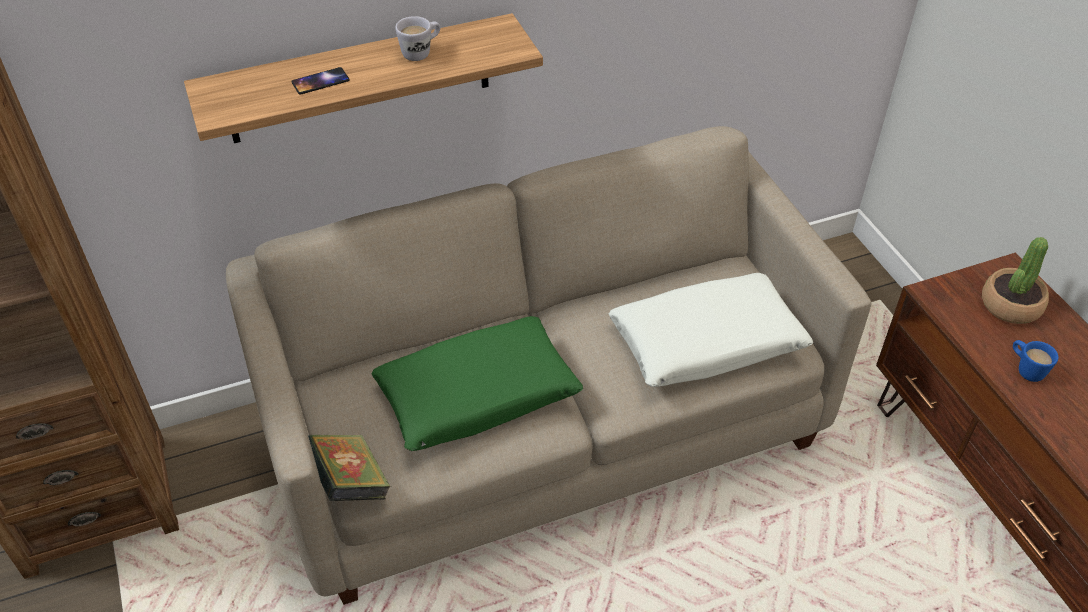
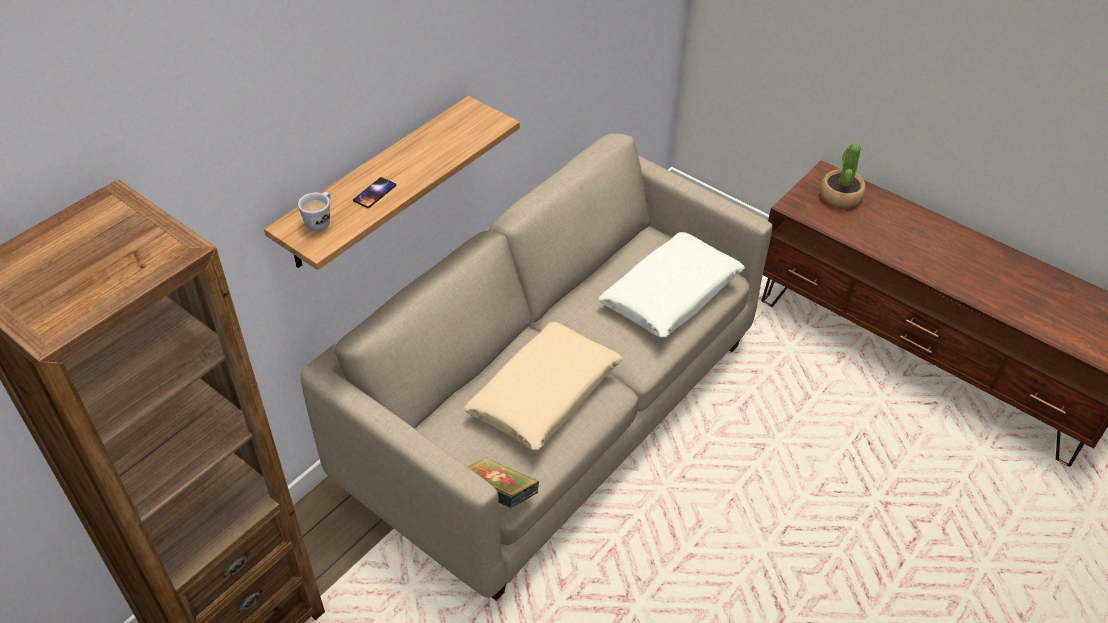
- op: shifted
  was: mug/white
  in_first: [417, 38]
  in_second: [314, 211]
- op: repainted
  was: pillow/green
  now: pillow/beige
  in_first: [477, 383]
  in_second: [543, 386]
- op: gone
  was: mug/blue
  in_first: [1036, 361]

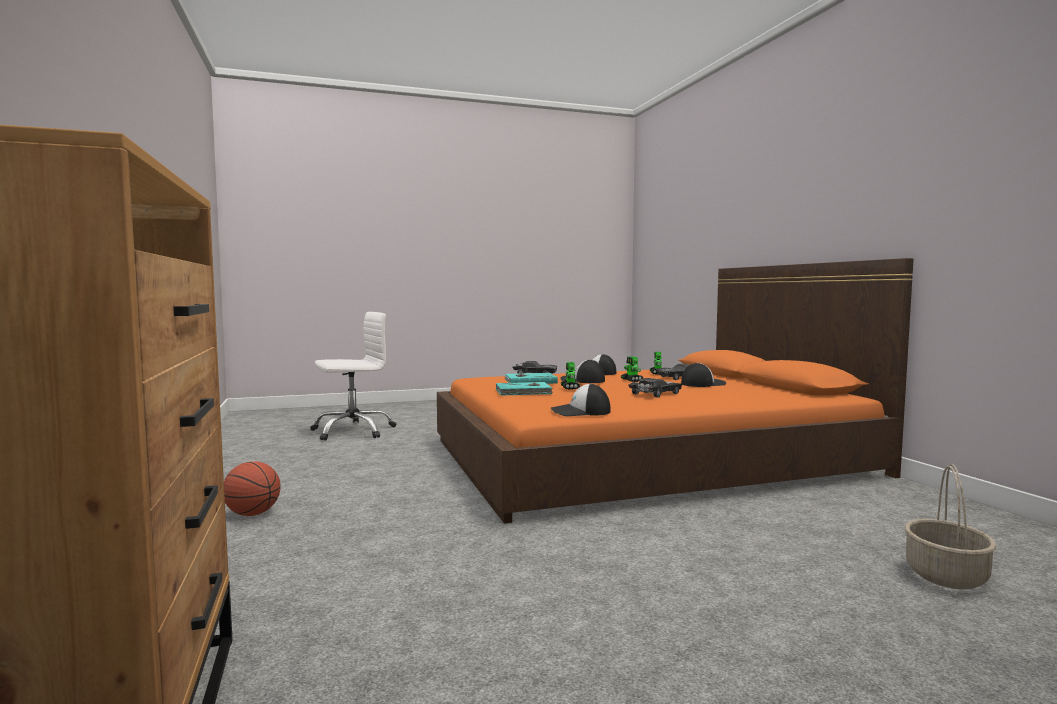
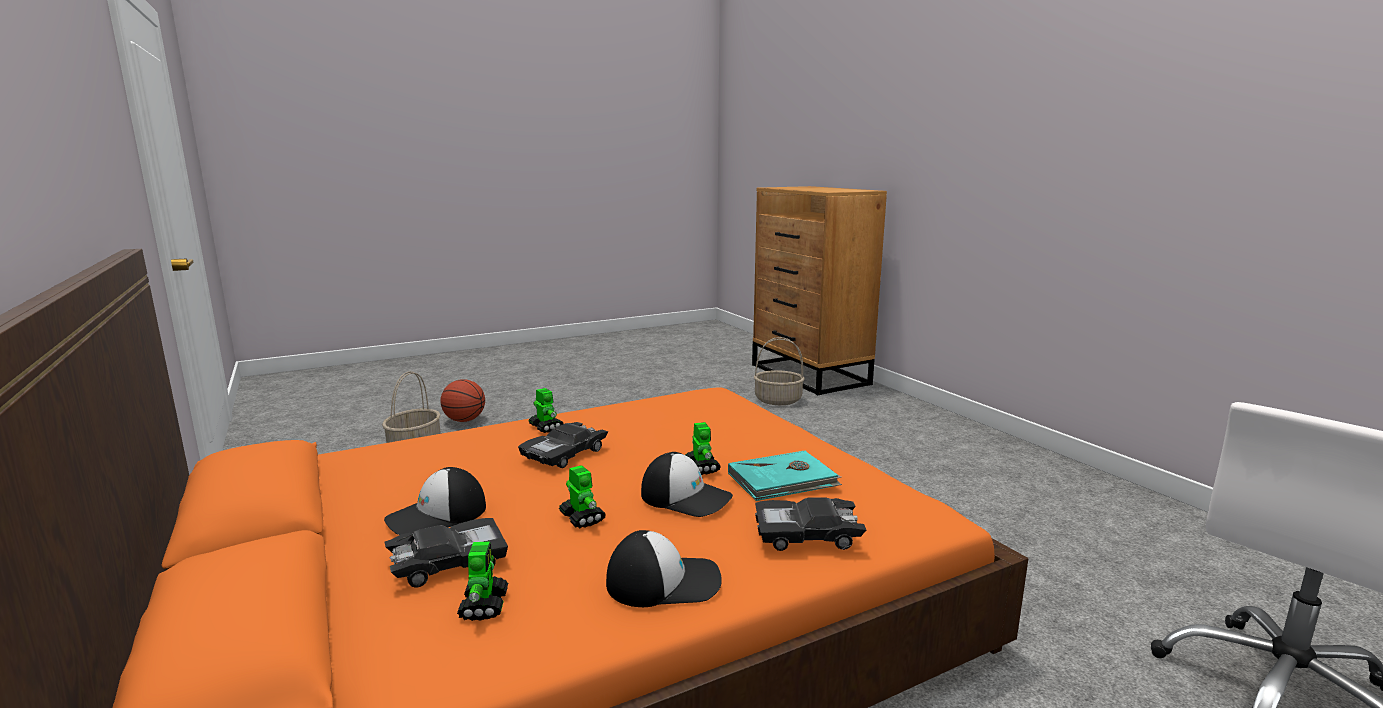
- op: gone
  was: book/turquoise
  in_first: [525, 389]
- op: gone
  was: cap
  in_first: [581, 399]
- op: shifted
  was: basketball
  in_first: [252, 488]
  in_second: [463, 400]
- op: new
  now: basket
  in_second: [779, 371]
- op: new
  now: toy robot
  in_second: [546, 410]

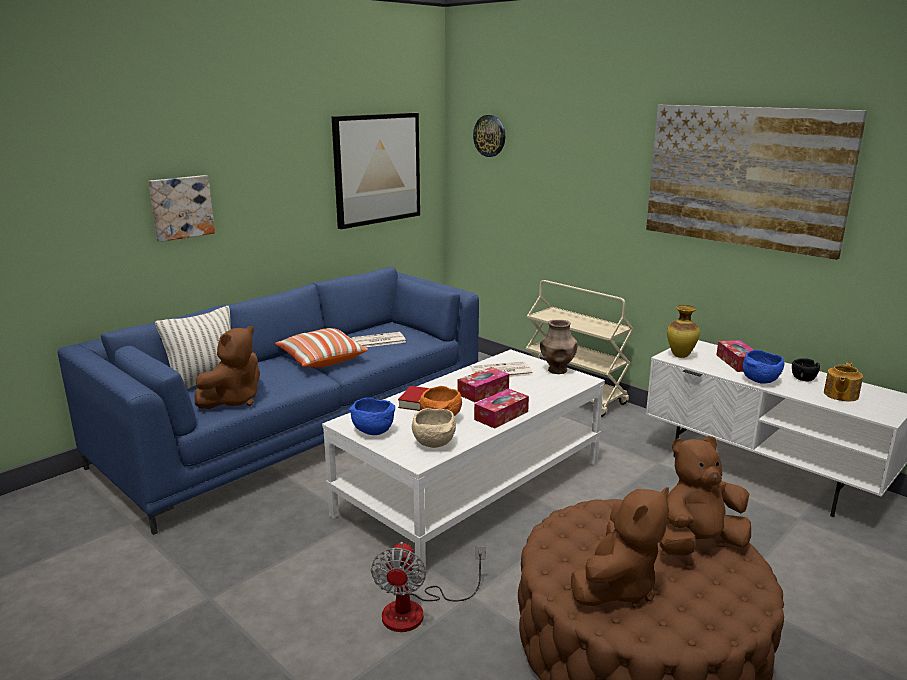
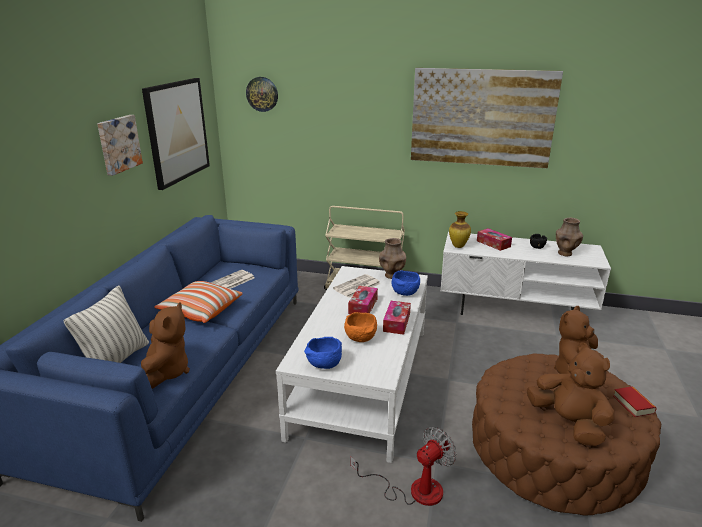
- op: shifted
  was: picture
  in_first: [182, 208]
  in_second: [120, 145]
- op: shifted
  was: bowl/blue
  in_first: [763, 366]
  in_second: [406, 283]
- op: swapped
  was: teapot
  now: vase/brown
  in_first: [843, 381]
  in_second: [569, 237]
- op: shifted
  was: book
  in_first: [413, 398]
  in_second: [635, 401]
- op: gone
  was: bowl/beige
  in_first: [434, 428]
- op: rotated
  was: plush toy/brown
  in_first: [620, 546]
  in_second: [570, 394]
  clockwise: -45
- op: rotated
  was: fan
  in_first: [428, 587]
  in_second: [403, 466]
  clockwise: -105

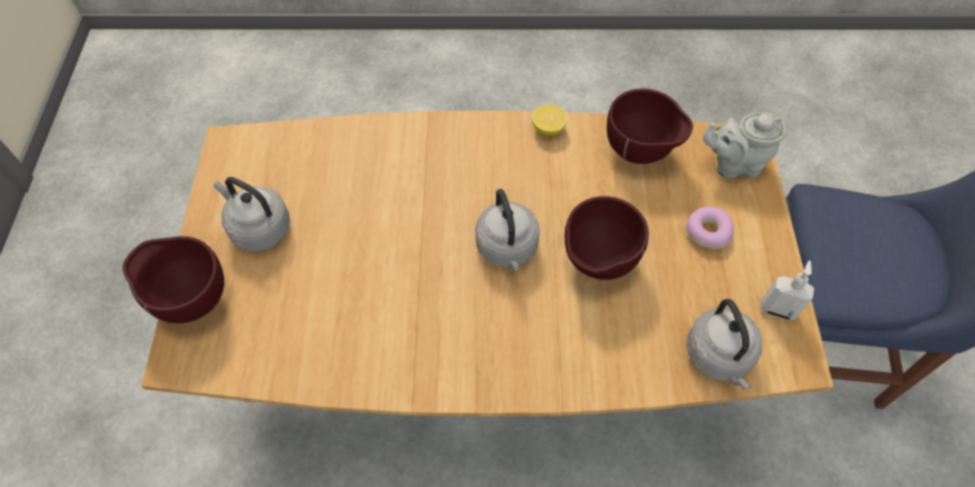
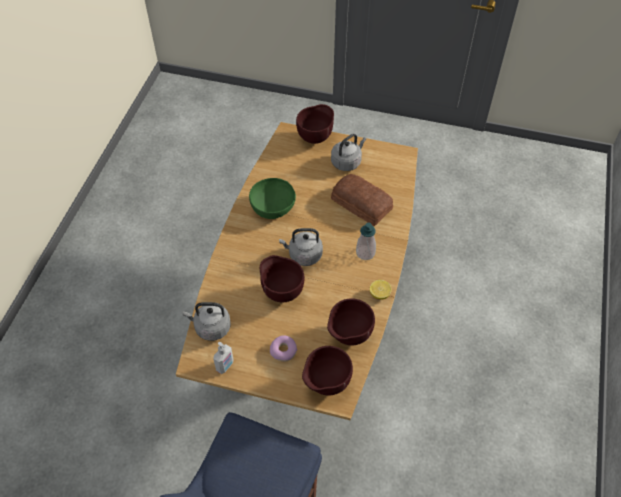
- op: swapped
  was: teapot/grey
  now: bowl/brown
  in_first: [744, 145]
  in_second: [327, 370]
- op: new
  now: bread
  in_second: [362, 200]
- op: new
  now: bowl/green
  in_second: [272, 198]
- op: new
  now: soap dispenser
  in_second: [366, 241]

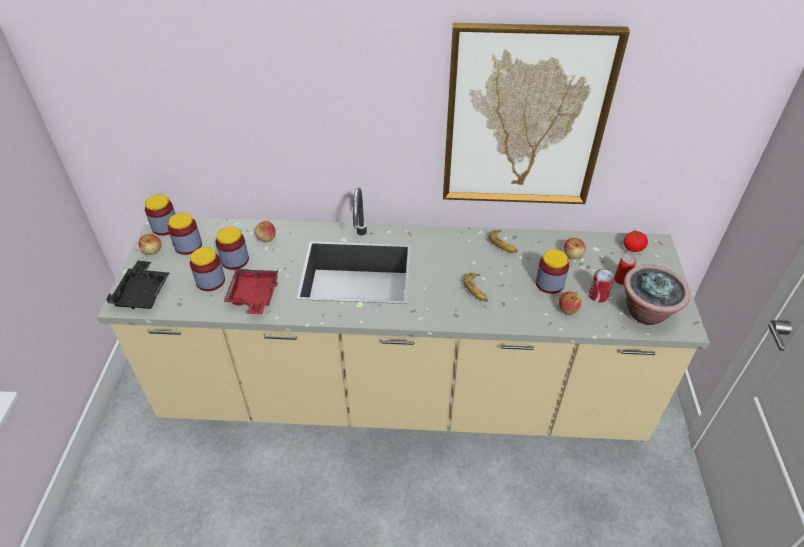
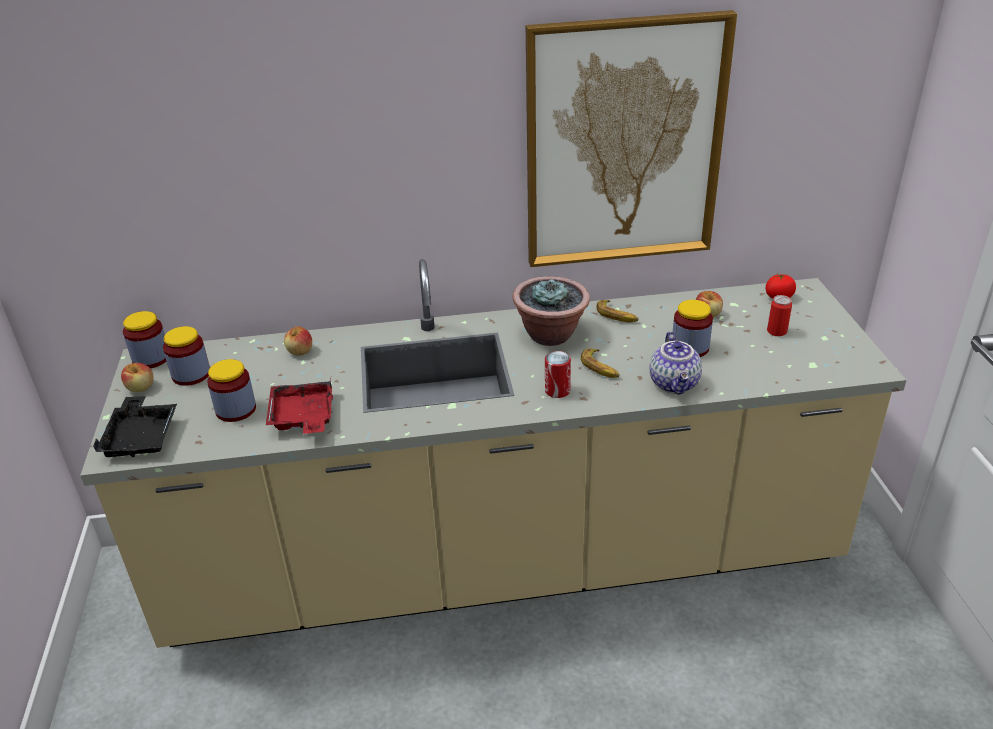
- op: gone
  was: jar
  in_first: [232, 248]
- op: shifted
  was: potted plant
  in_first: [657, 295]
  in_second: [551, 311]
- op: shifted
  was: can
  in_first: [601, 286]
  in_second: [558, 374]
- op: gone
  was: apple
  in_first: [570, 302]
- op: new
  now: teapot
  in_second: [676, 363]

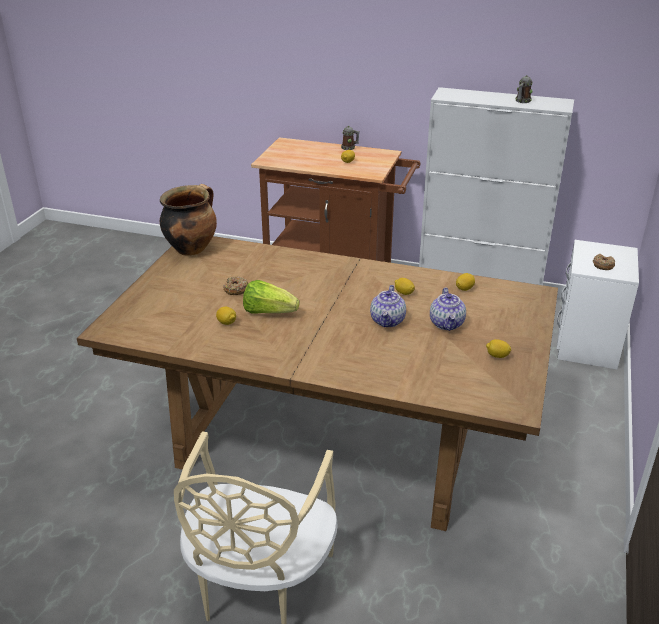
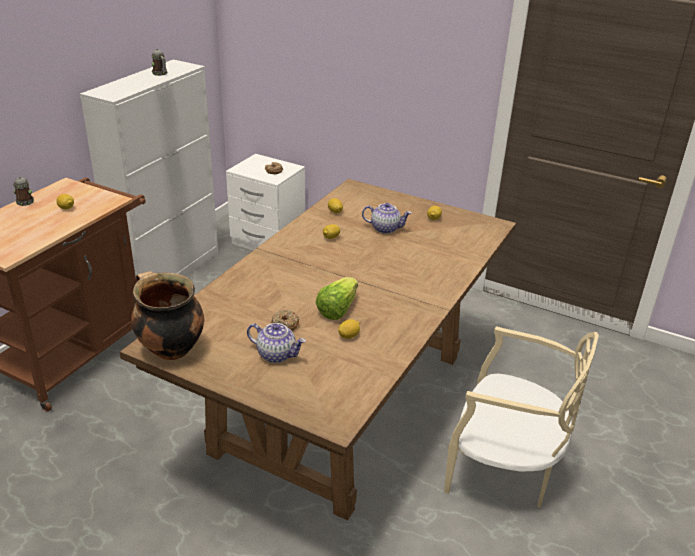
- op: shifted
  was: teapot
  in_first: [388, 306]
  in_second: [276, 343]

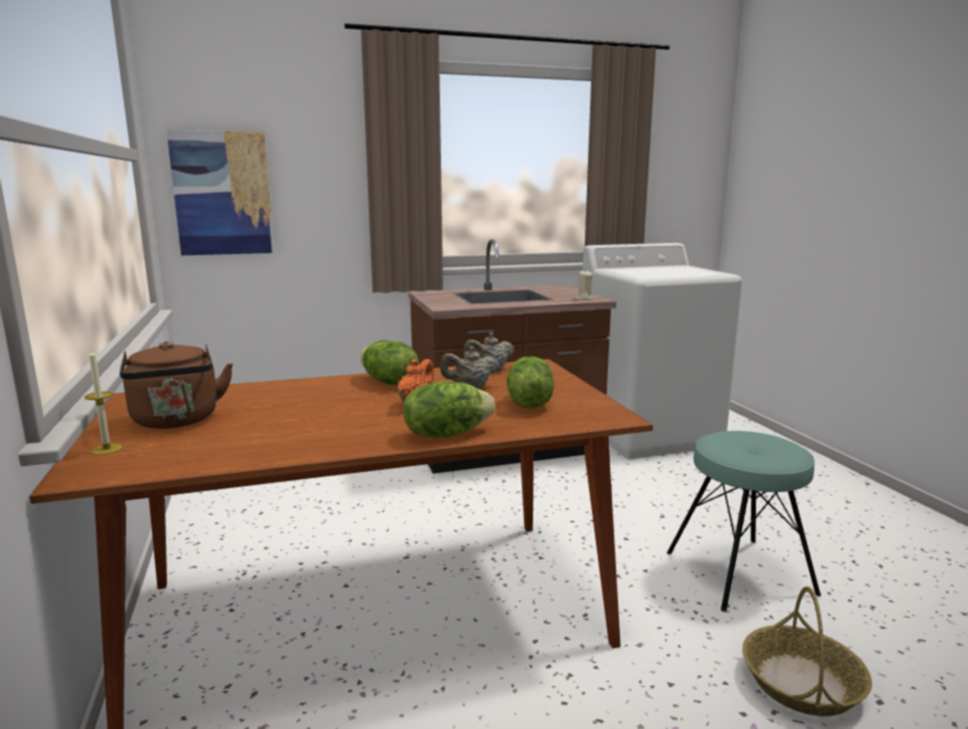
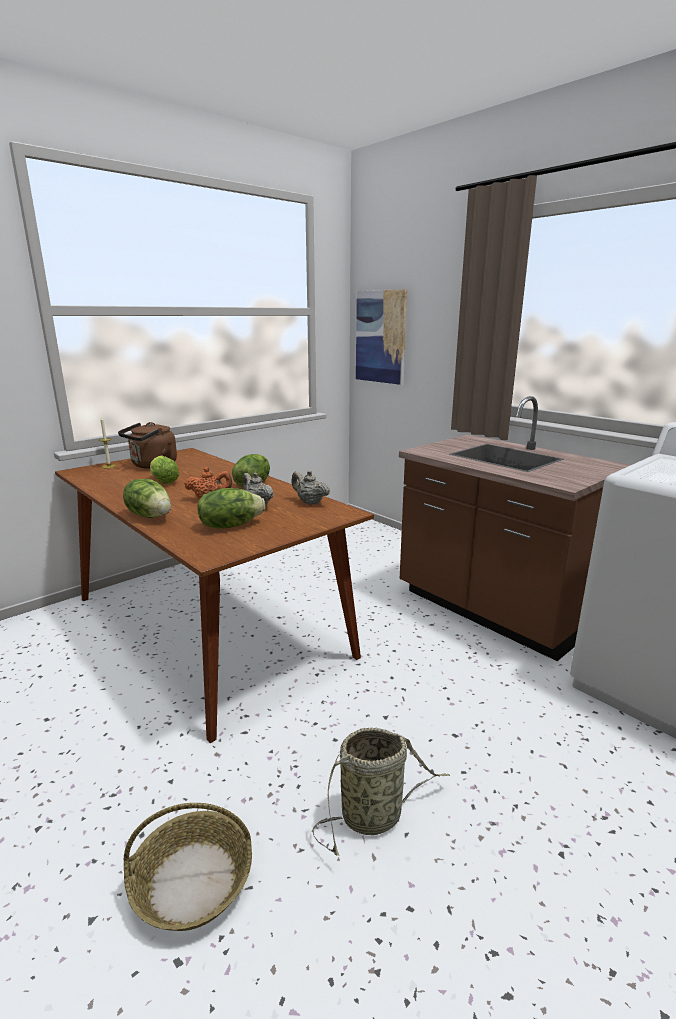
- op: gone
  was: candle/beige
  in_first: [584, 285]
- op: swapped
  was: stool/turquoise
  now: basket
  in_first: [744, 521]
  in_second: [381, 792]
- op: new
  now: lettuce
  in_second: [164, 469]

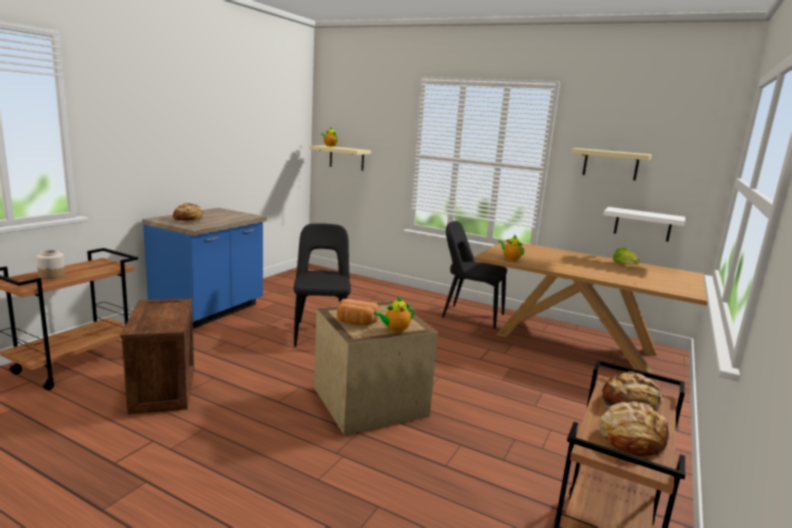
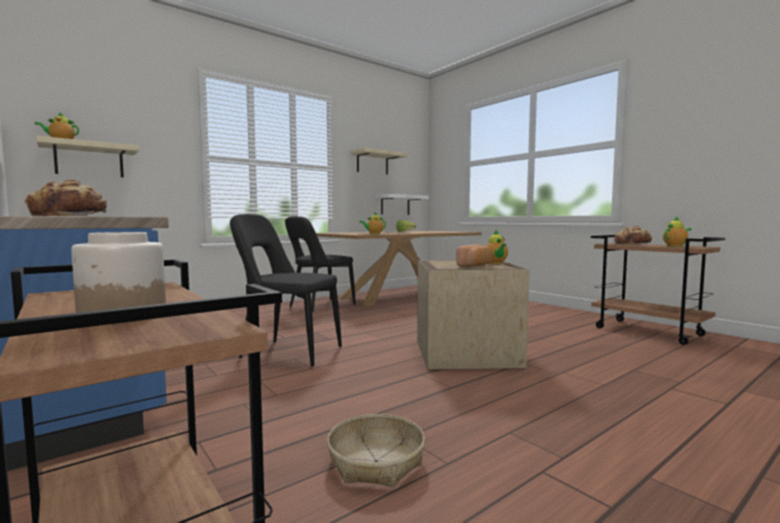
- op: swapped
  was: crate
  now: basket
  in_first: [157, 356]
  in_second: [376, 450]
- op: swapped
  was: bread
  now: teapot
  in_first: [634, 429]
  in_second: [677, 231]

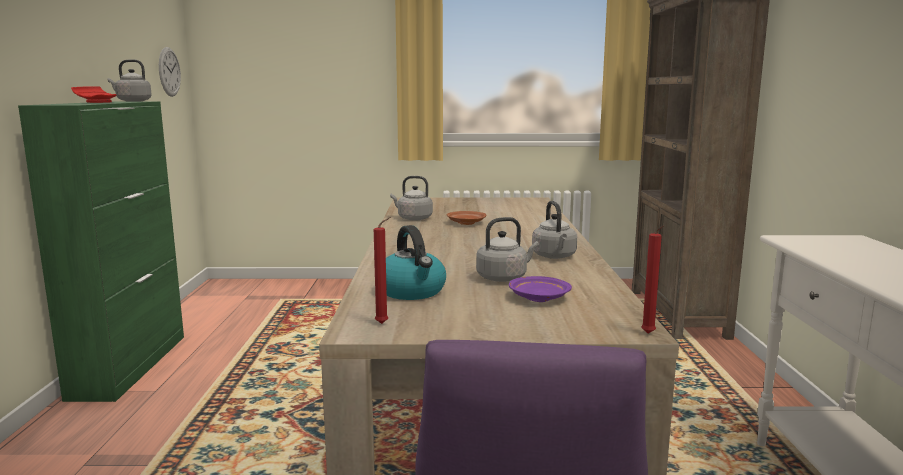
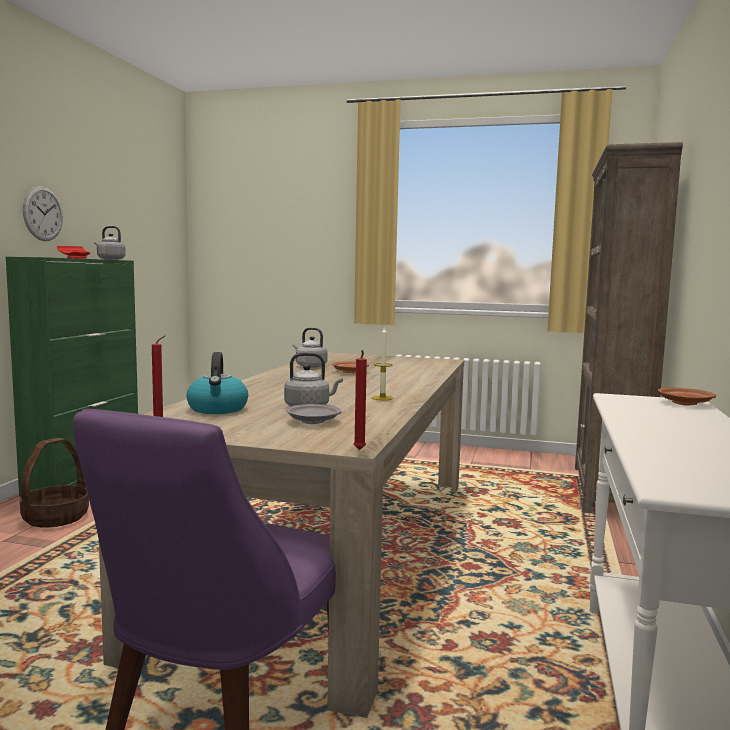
- op: shifted
  was: wall clock
  in_first: [170, 72]
  in_second: [43, 213]
- op: swapped
  was: kettle/grey
  now: candle
  in_first: [554, 230]
  in_second: [382, 363]
- op: repainted
  was: plate/purple
  now: plate/grey
  in_first: [540, 289]
  in_second: [314, 414]
- op: new
  now: plate/brown
  in_second: [687, 396]
- op: new
  now: basket
  in_second: [54, 483]

